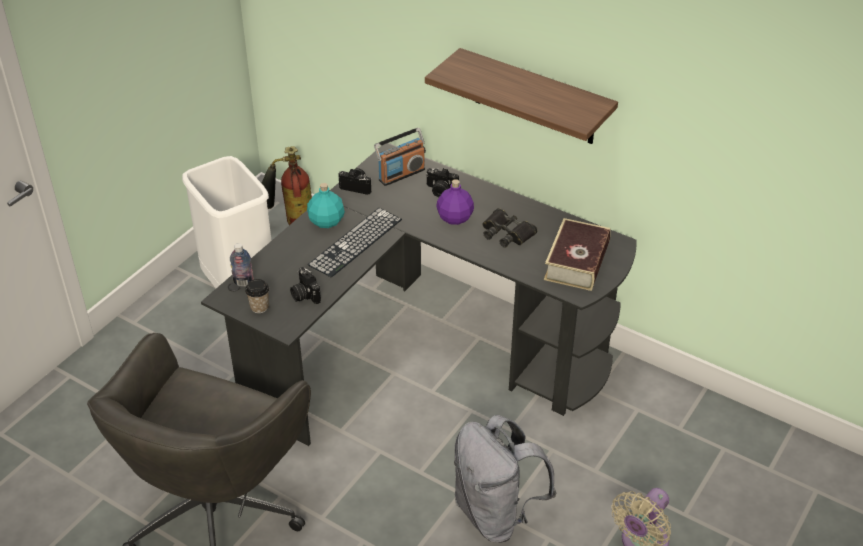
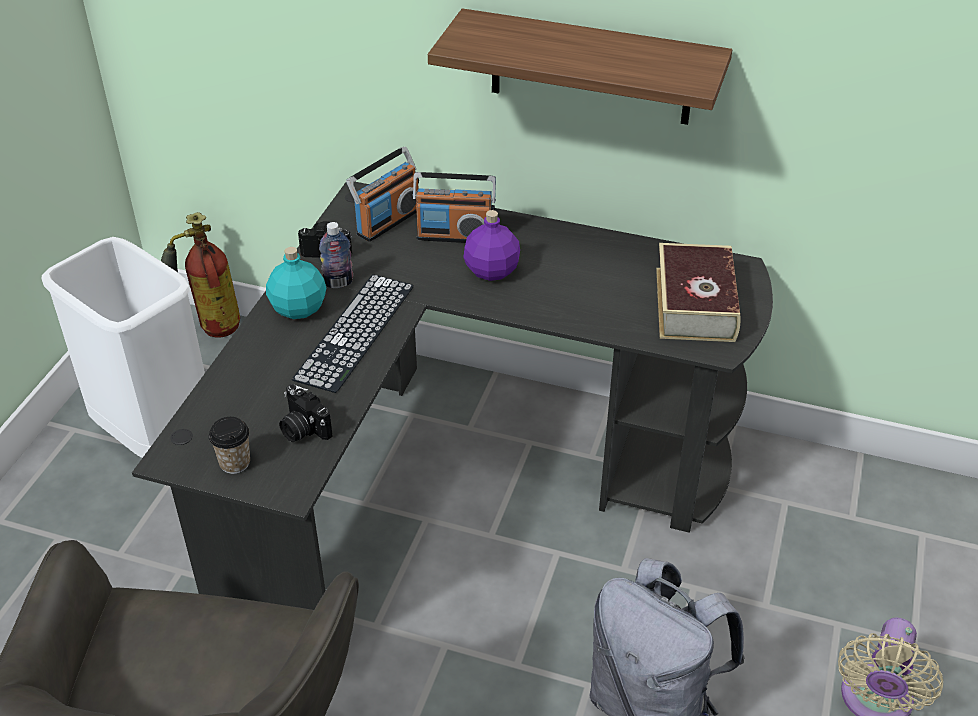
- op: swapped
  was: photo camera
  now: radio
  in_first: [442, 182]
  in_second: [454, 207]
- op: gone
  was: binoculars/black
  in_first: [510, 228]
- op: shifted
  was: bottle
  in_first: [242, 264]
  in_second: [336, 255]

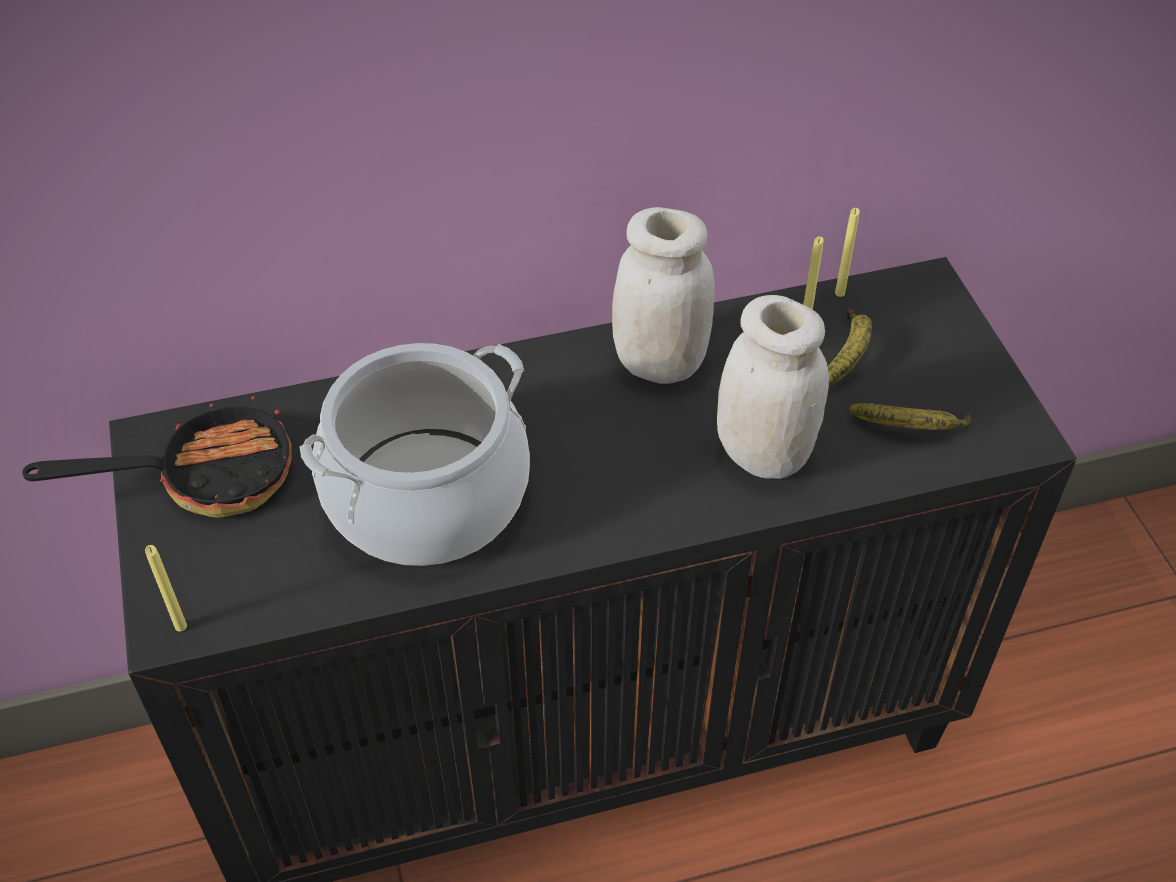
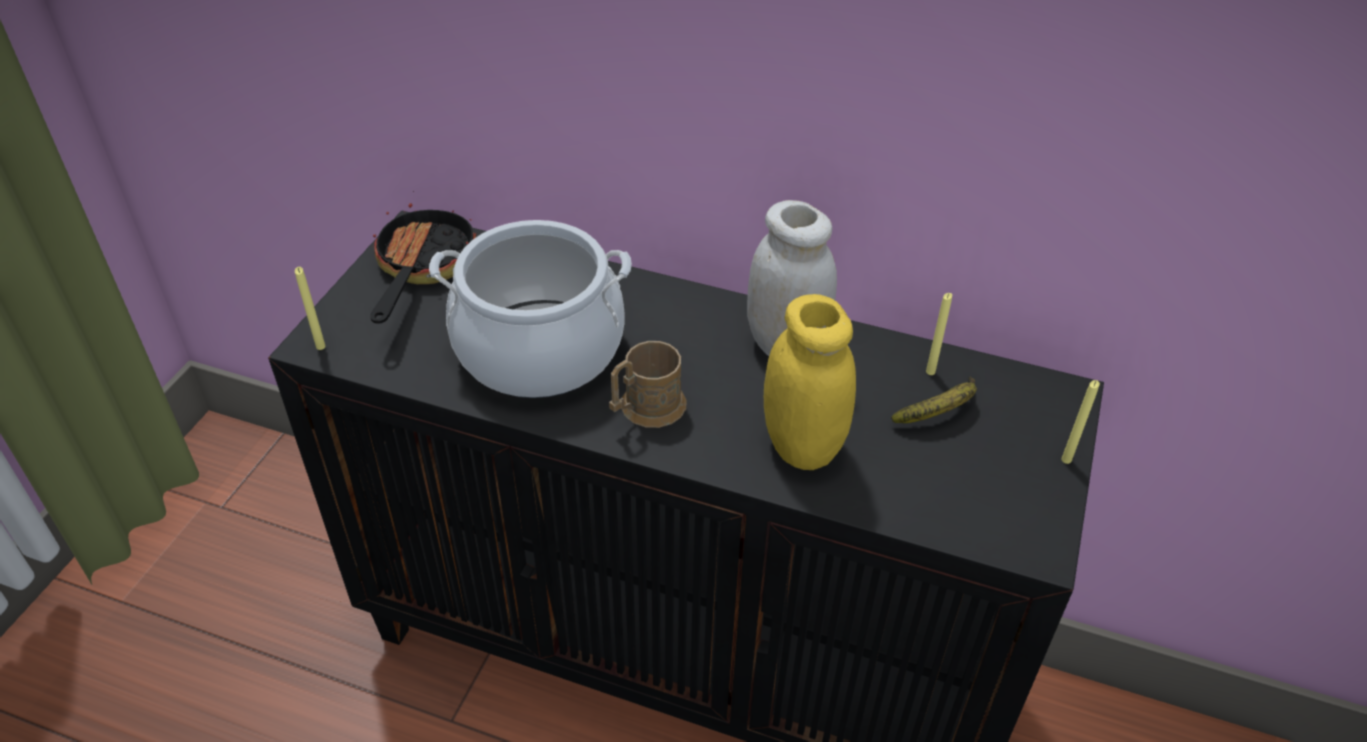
- op: shifted
  was: candle/yellow
  in_first: [847, 252]
  in_second: [1080, 422]
- op: repainted
  was: jar/white
  now: jar/yellow
  in_first: [773, 387]
  in_second: [810, 382]
- op: rotated
  was: frying pan
  in_first: [157, 457]
  in_second: [423, 257]
  clockwise: -105
- op: gone
  was: banana
  in_first: [910, 416]
- op: new
  now: mug/brown
  in_second: [647, 384]

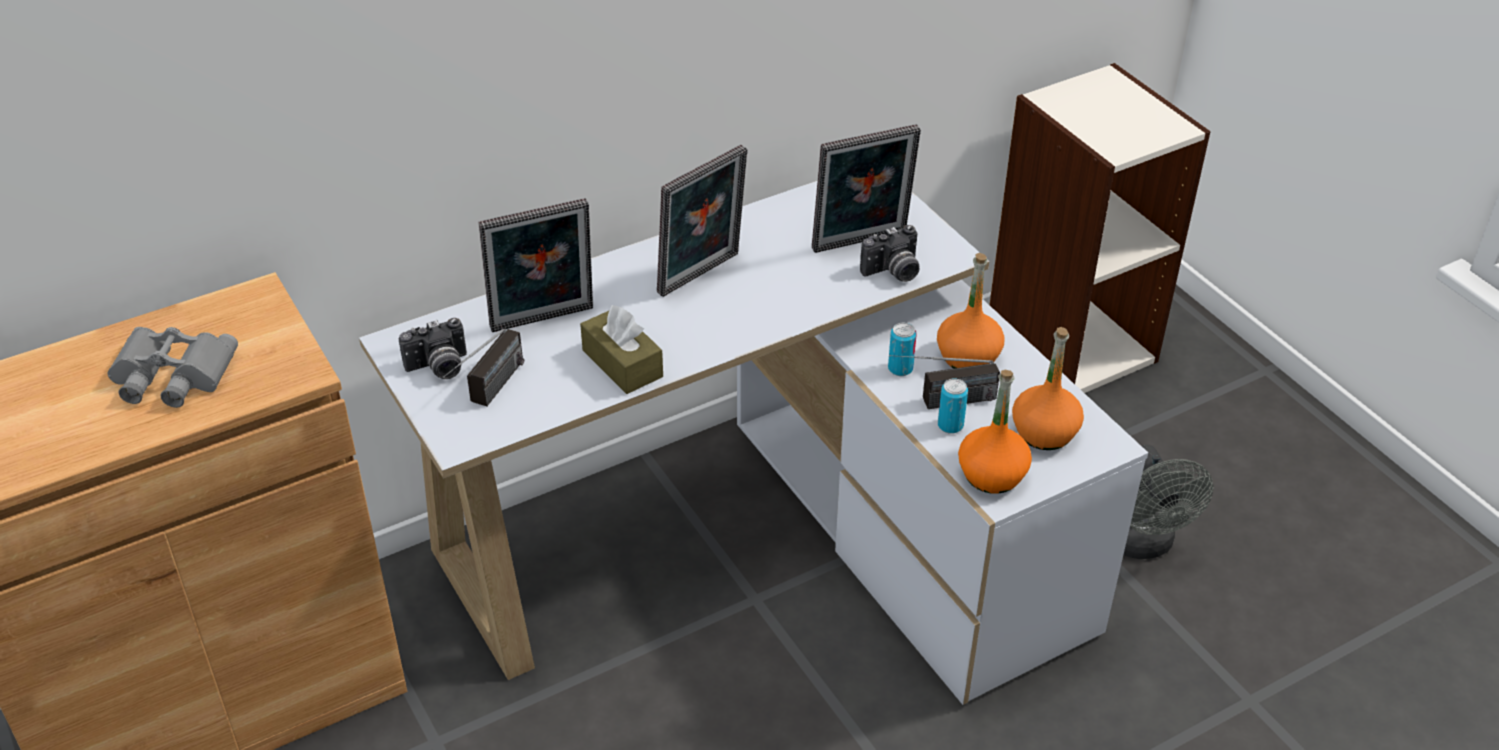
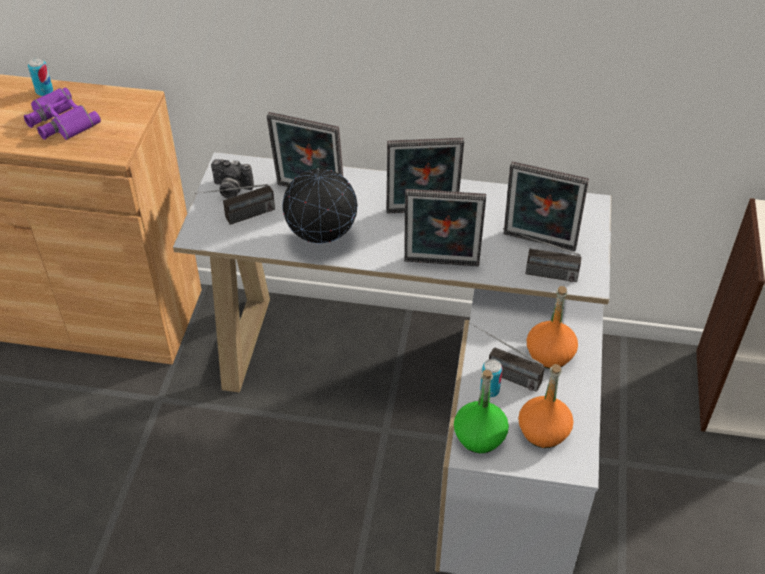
- op: swapped
  was: photo camera
  now: radio
  in_first: [889, 253]
  in_second: [542, 255]
- op: swapped
  was: tissue box/brown
  now: globe
  in_first: [621, 349]
  in_second: [320, 205]
- op: shifted
  was: can
  in_first: [902, 349]
  in_second: [40, 77]
- op: repainted
  was: binoculars/grey
  now: binoculars/purple
  in_first: [172, 367]
  in_second: [62, 114]
- op: repainted
  was: bottle/orange
  now: bottle/green
  in_first: [995, 432]
  in_second: [481, 411]
- op: gone
  was: fan/grey
  in_first: [1168, 502]
- op: new
  now: picture frame
  in_second: [445, 228]

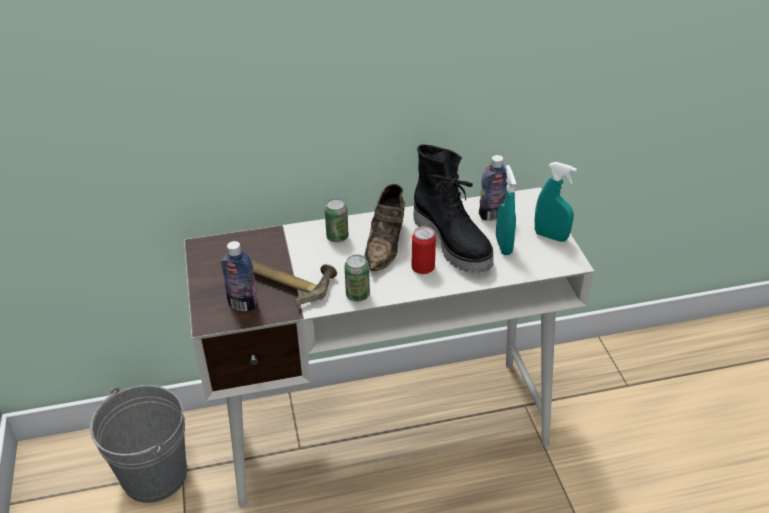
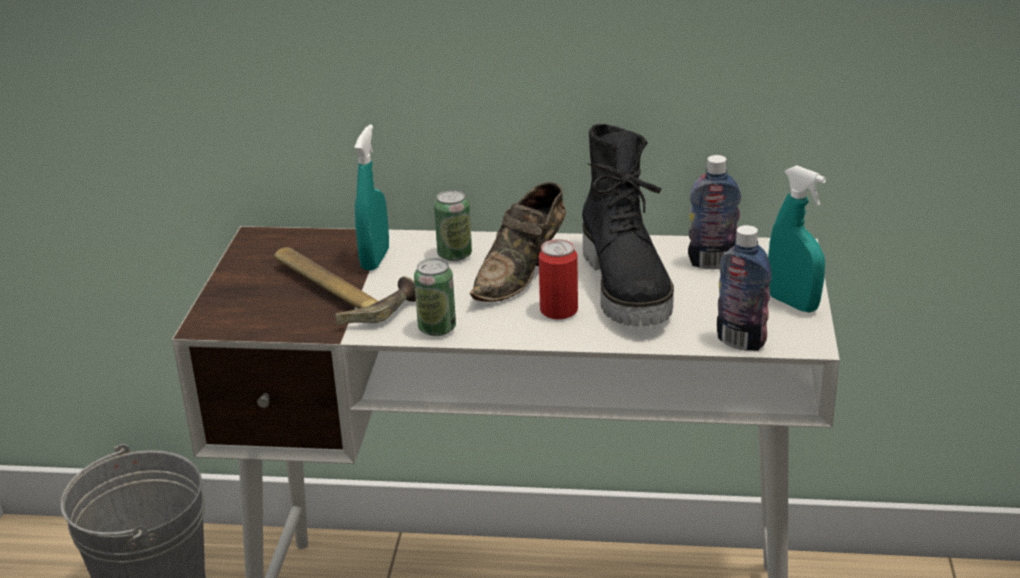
- op: shifted
  was: spray bottle/turquoise
  in_first: [506, 210]
  in_second: [371, 198]
- op: shifted
  was: bottle
  in_first: [239, 276]
  in_second: [744, 288]

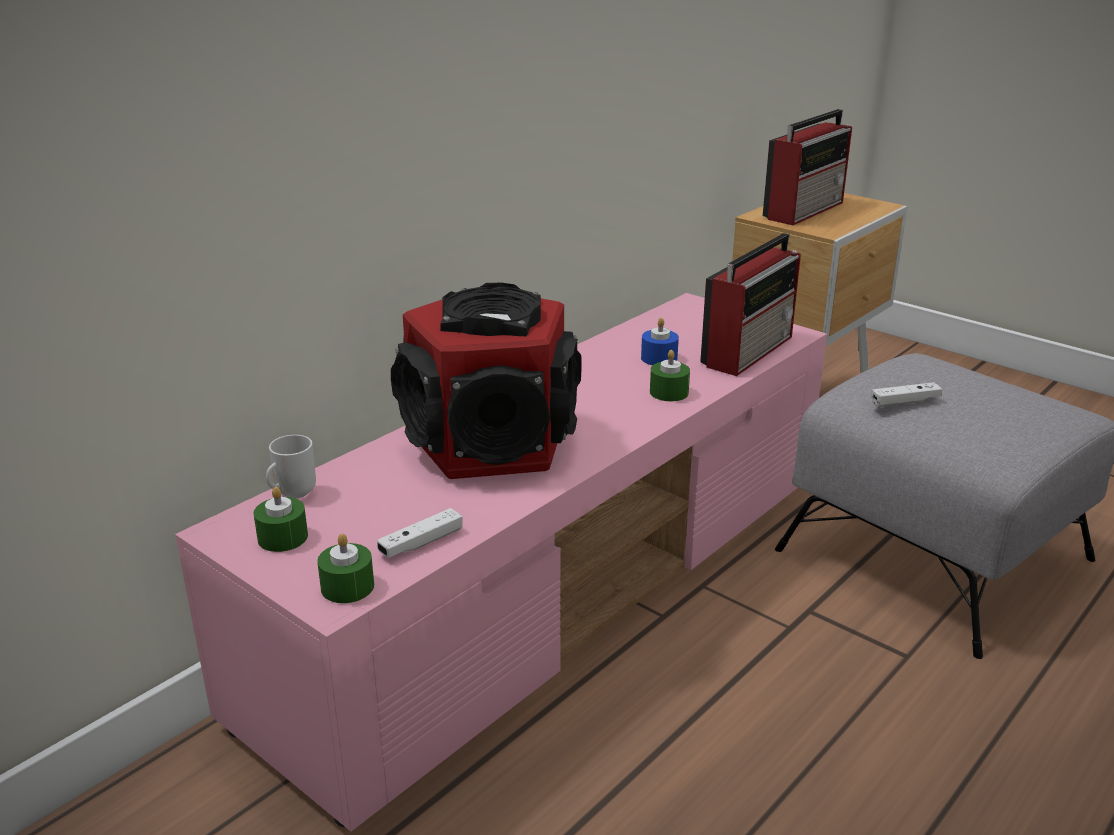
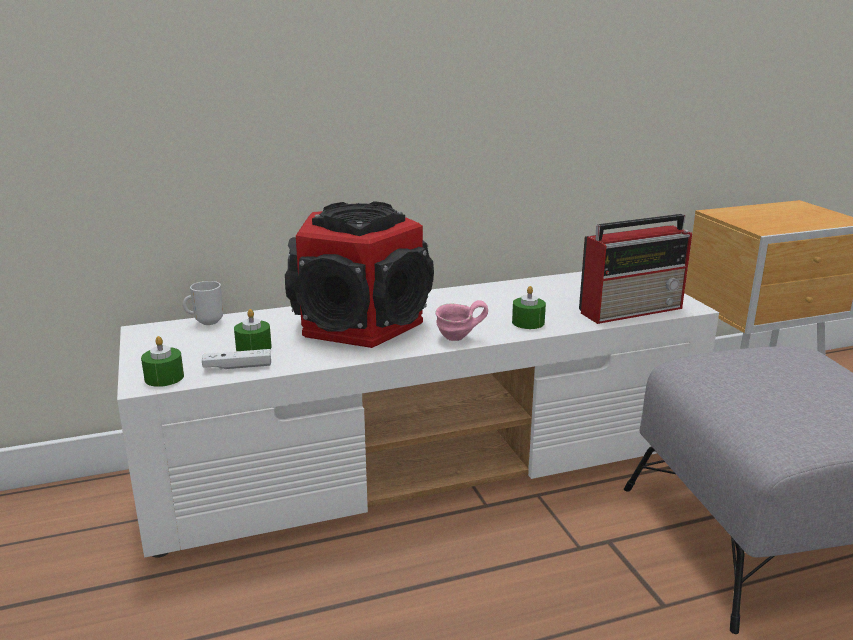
- op: gone
  was: radio
  in_first: [807, 167]
- op: repainted
  was: tv stand/pink
  now: tv stand/white
  in_first: [501, 562]
  in_second: [418, 415]
- op: gone
  was: candle/blue
  in_first: [660, 341]
- op: gone
  was: game controller/white
  in_first: [906, 394]
- op: shifted
  was: candle/green
  in_first: [281, 519]
  in_second: [253, 330]
- op: new
  now: mug/pink
  in_second: [461, 320]

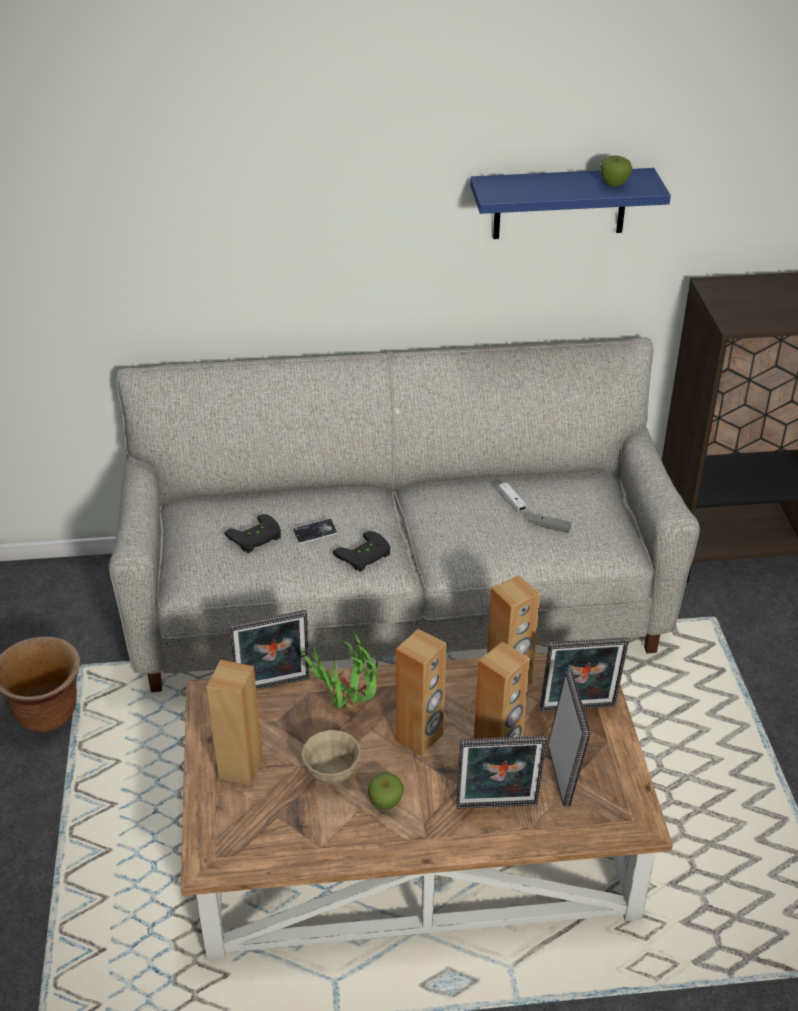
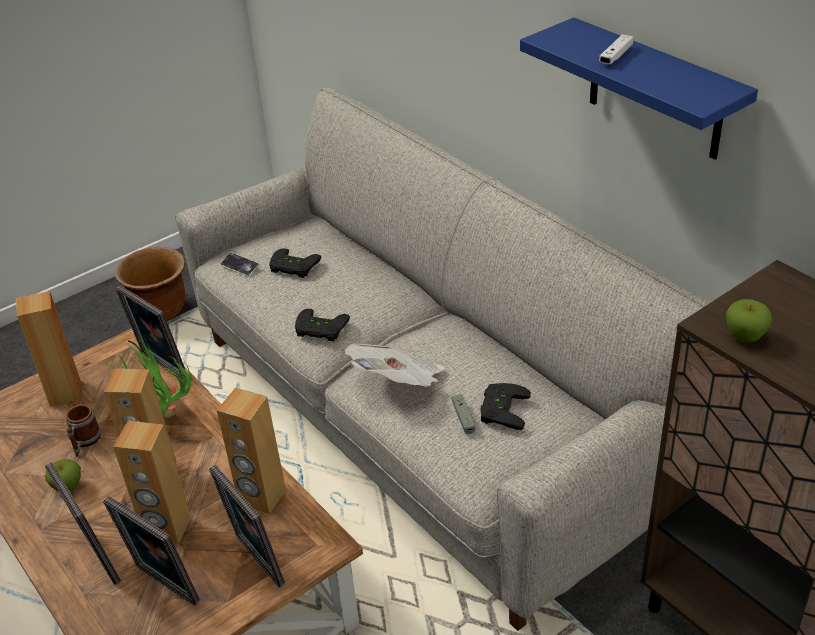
- op: shifted
  was: apple
  in_first: [616, 171]
  in_second: [749, 321]
- op: shifted
  was: game controller/white
  in_first: [513, 496]
  in_second: [616, 49]
- op: shifted
  was: phone
  in_first: [315, 531]
  in_second: [239, 264]
- op: rotated
  was: picture frame
  in_first: [569, 739]
  in_second: [151, 551]
  clockwise: 75
- op: swapped
  was: bowl/beige
  now: mug
  in_first: [331, 757]
  in_second: [83, 430]
- op: new
  now: newspaper
  in_second: [395, 365]
- op: new
  now: game controller/black
  in_second: [506, 406]

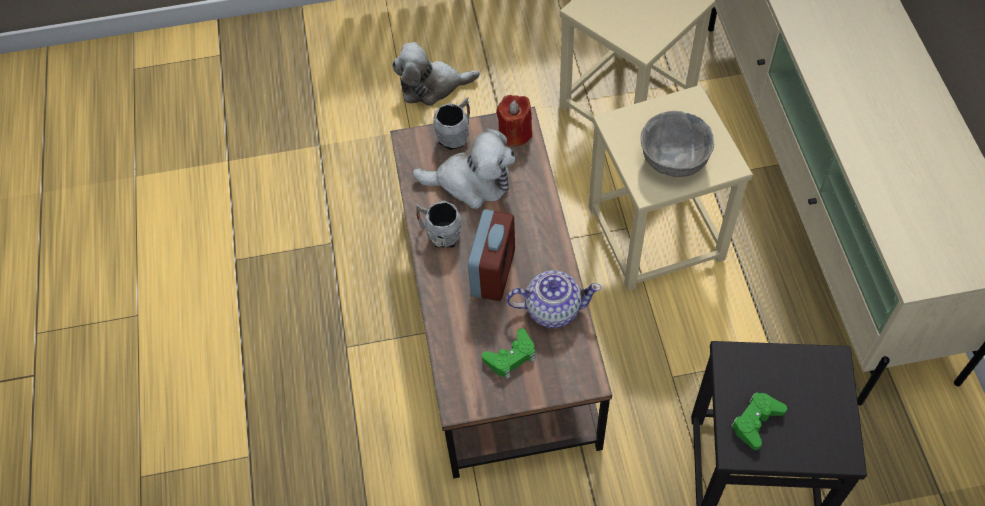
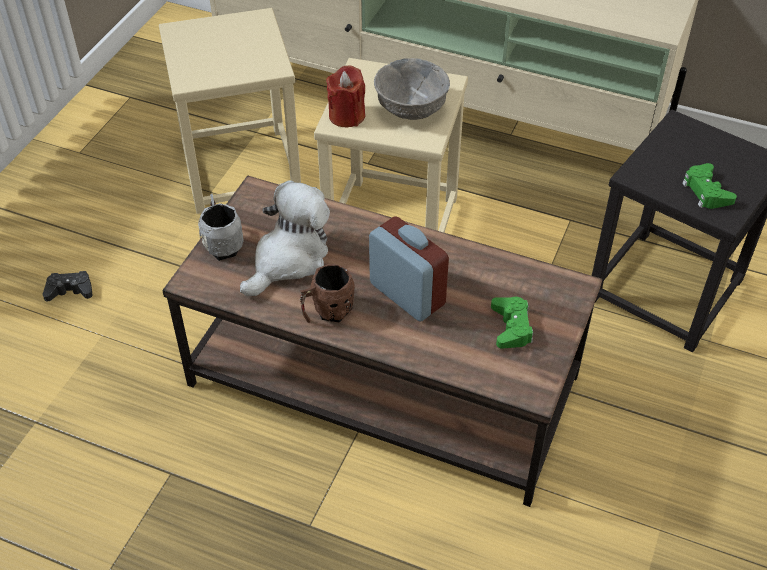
- op: swapped
  was: plush toy
  now: game controller/black
  in_first: [436, 74]
  in_second: [68, 286]
- op: shifted
  was: candle/red
  in_first: [514, 121]
  in_second: [345, 96]
- op: repainted
  was: mug/grey
  now: mug/brown
  in_first: [439, 224]
  in_second: [327, 293]
- op: gone
  was: teapot
  in_first: [554, 299]

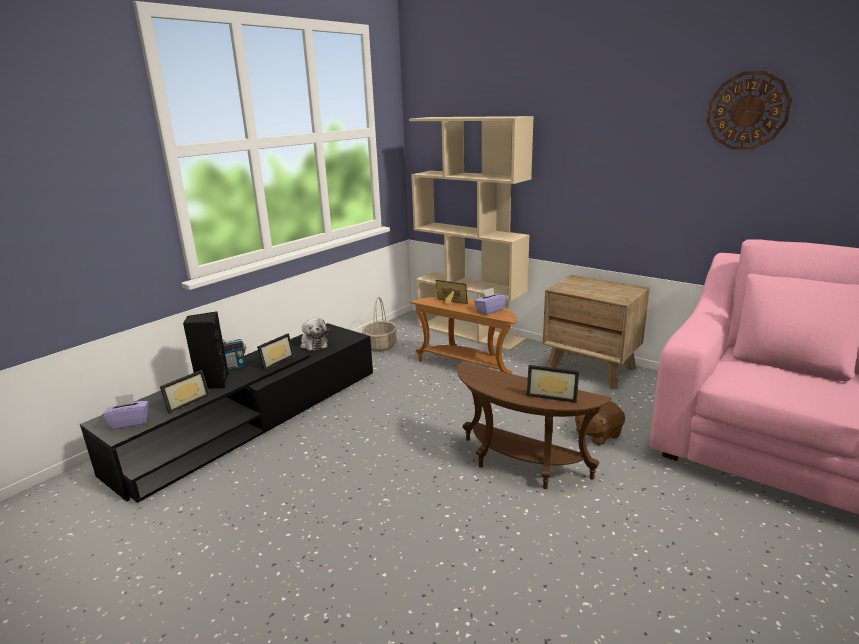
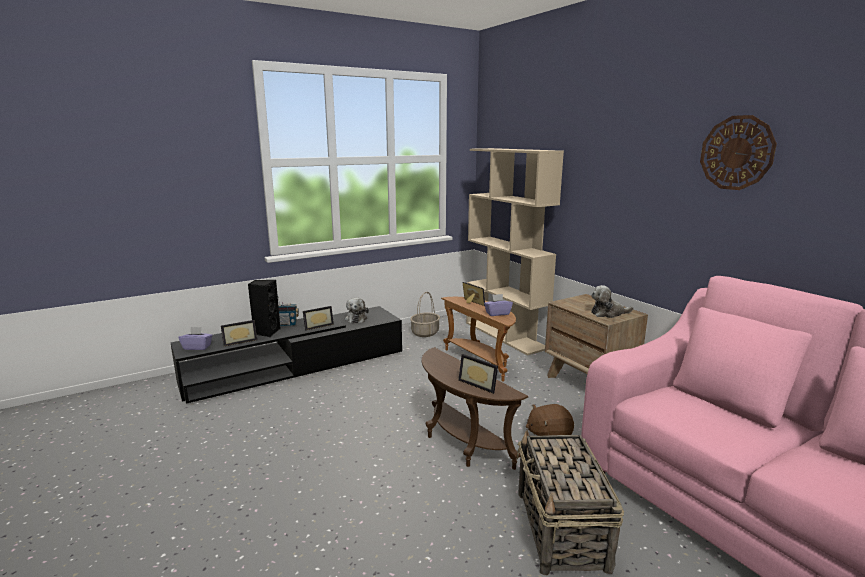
- op: new
  now: plush toy
  in_second: [612, 301]
- op: new
  now: basket
  in_second: [570, 502]

